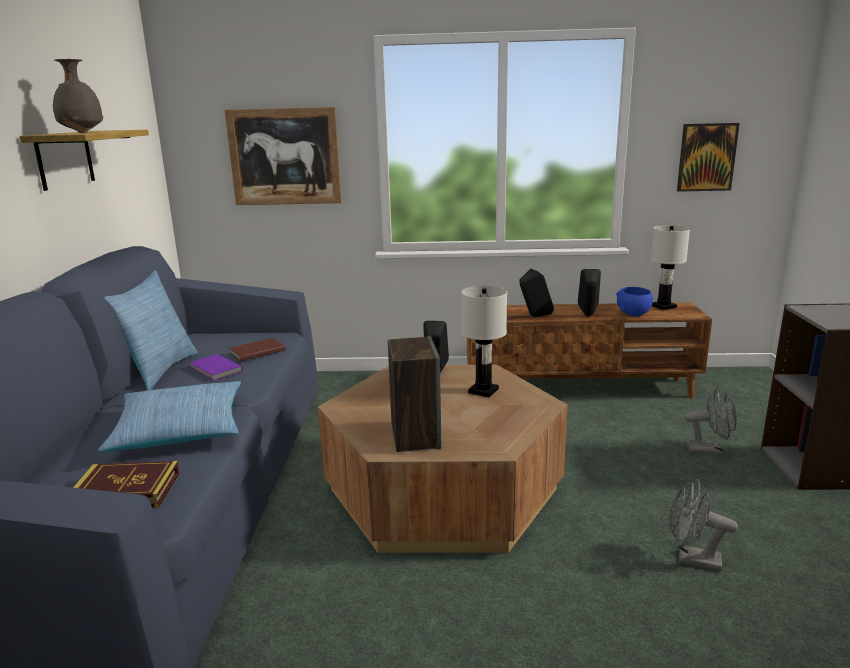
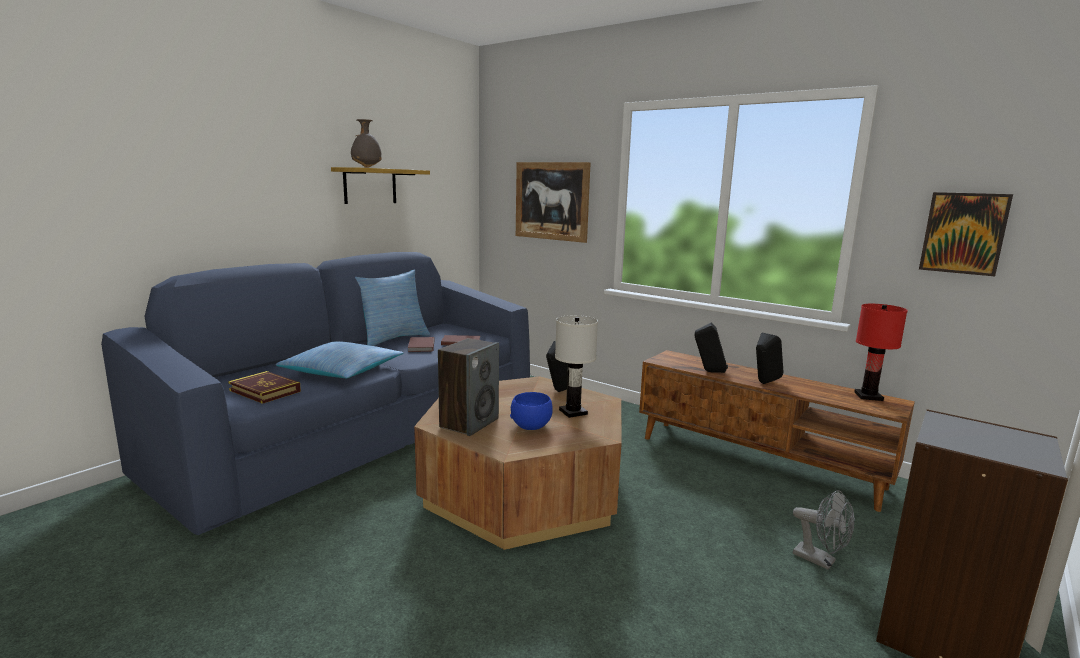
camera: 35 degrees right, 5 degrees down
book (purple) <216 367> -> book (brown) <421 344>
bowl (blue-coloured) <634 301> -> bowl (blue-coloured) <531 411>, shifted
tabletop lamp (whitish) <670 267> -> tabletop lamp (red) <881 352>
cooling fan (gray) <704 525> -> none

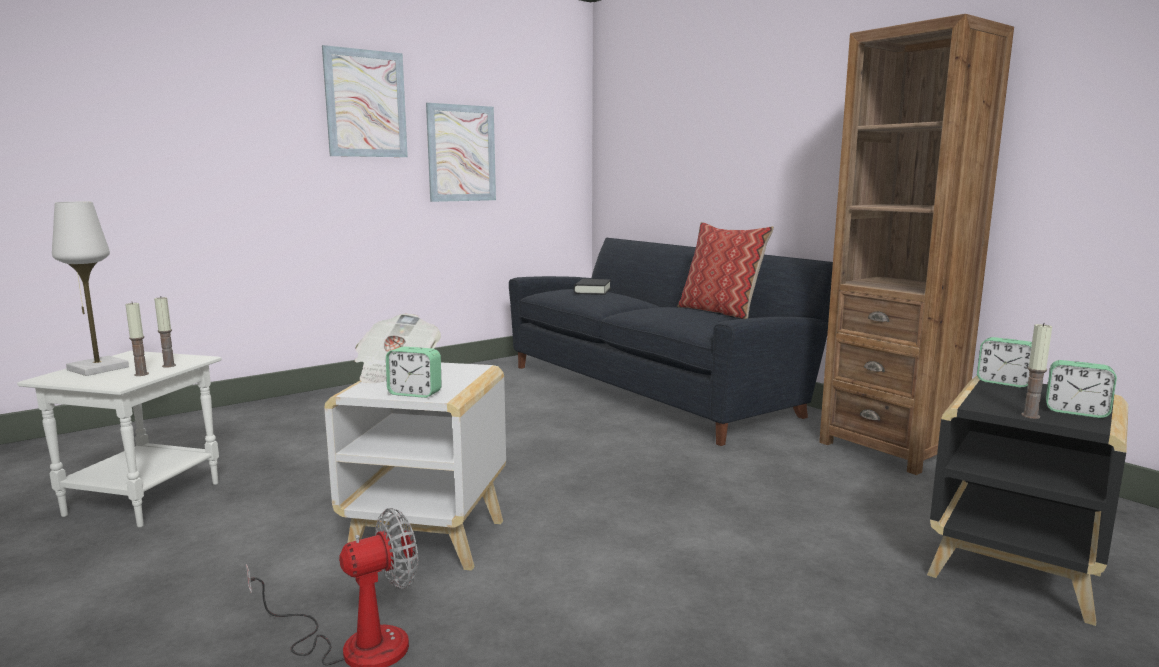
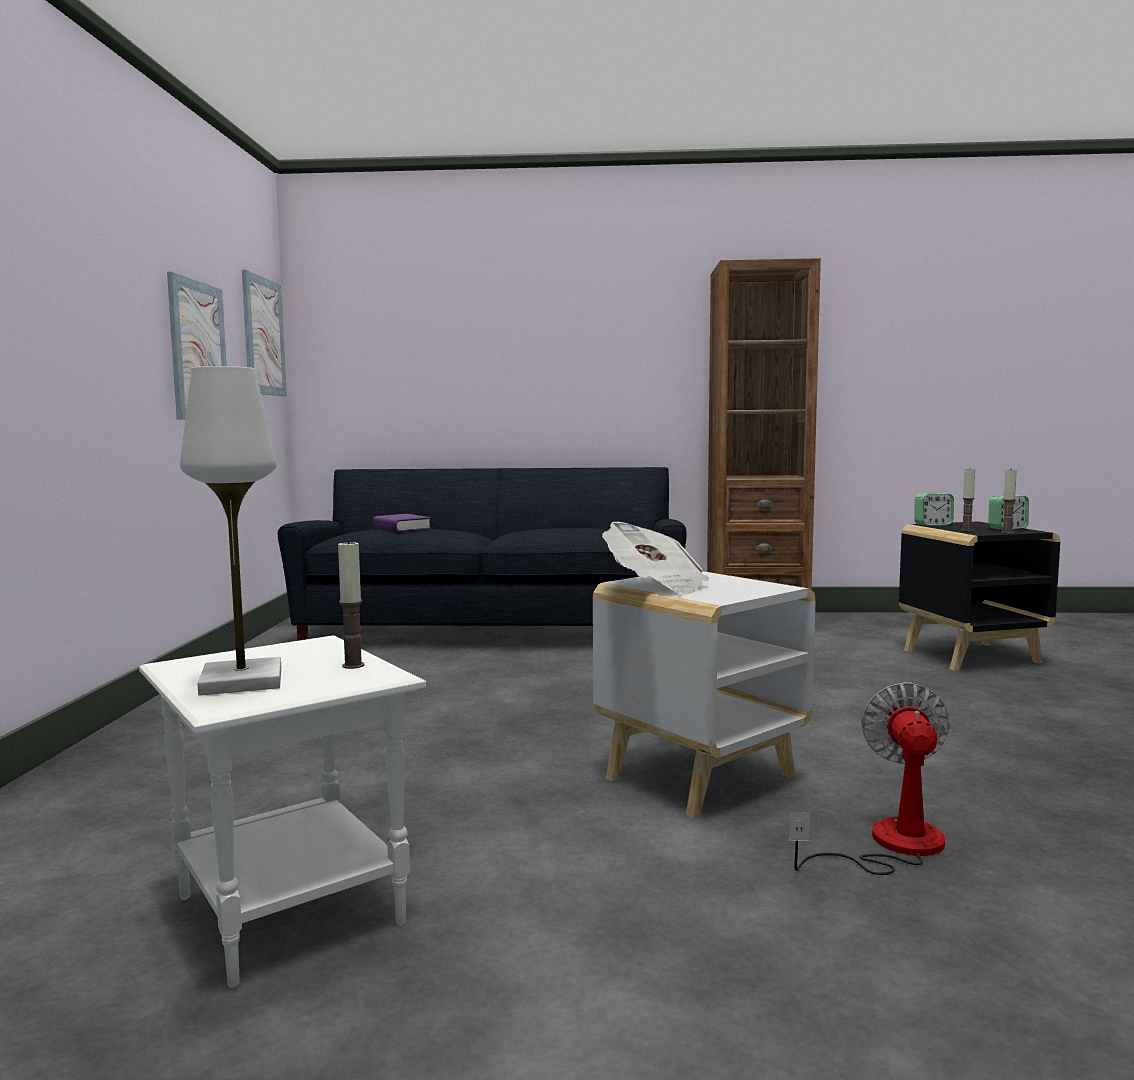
camera: 50 degrees left, 5 degrees down
candle <165 332> -> candle <968 500>, shifted
wall art <365 101> -> wall art <264 333>, shifted
bedside clock <414 372> -> none
book (black) <592 287> -> book (purple) <402 523>
pillow <725 270> -> none

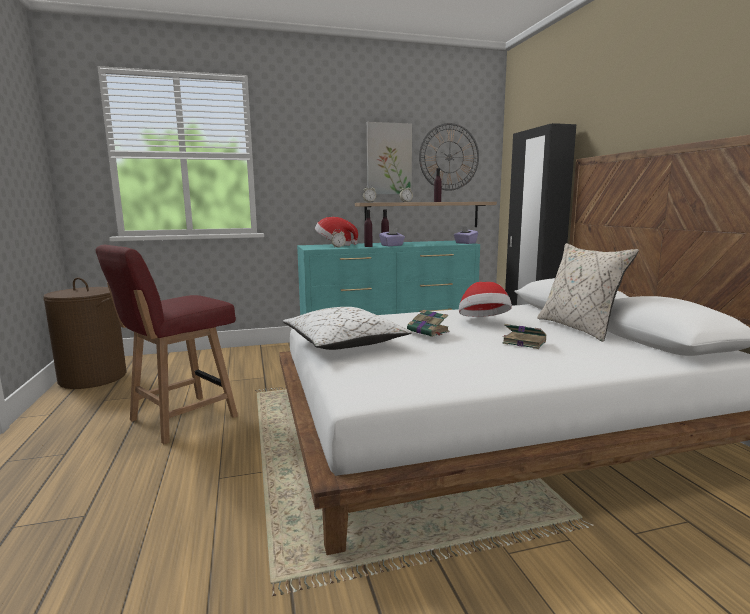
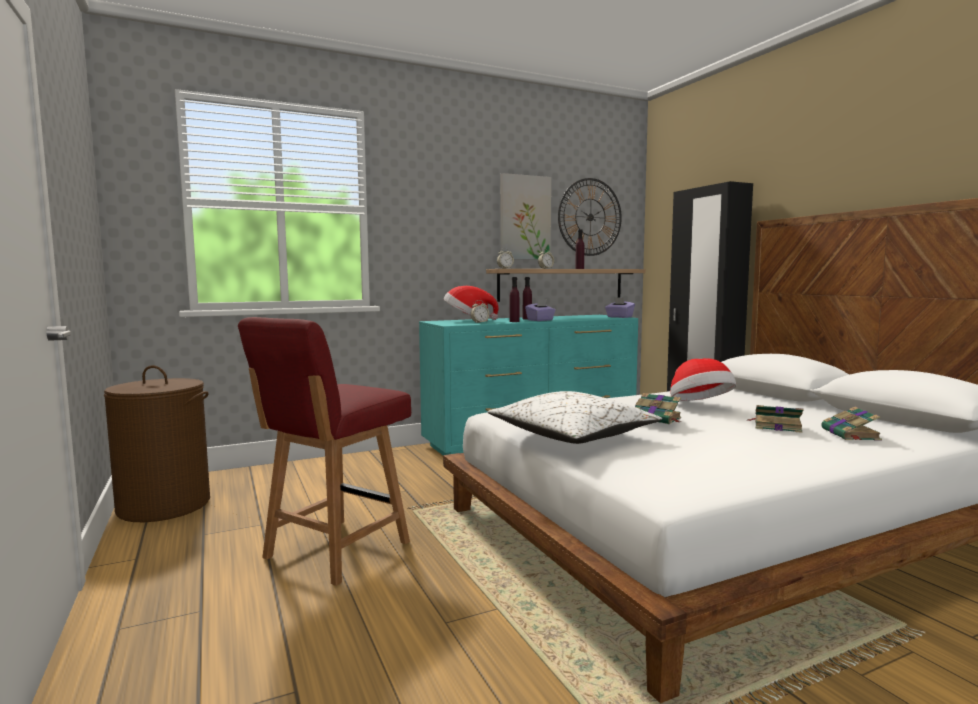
camera: 10 degrees left, 5 degrees down
pillow (beige-coloured) <588 292> -> none
none -> book <851 424>

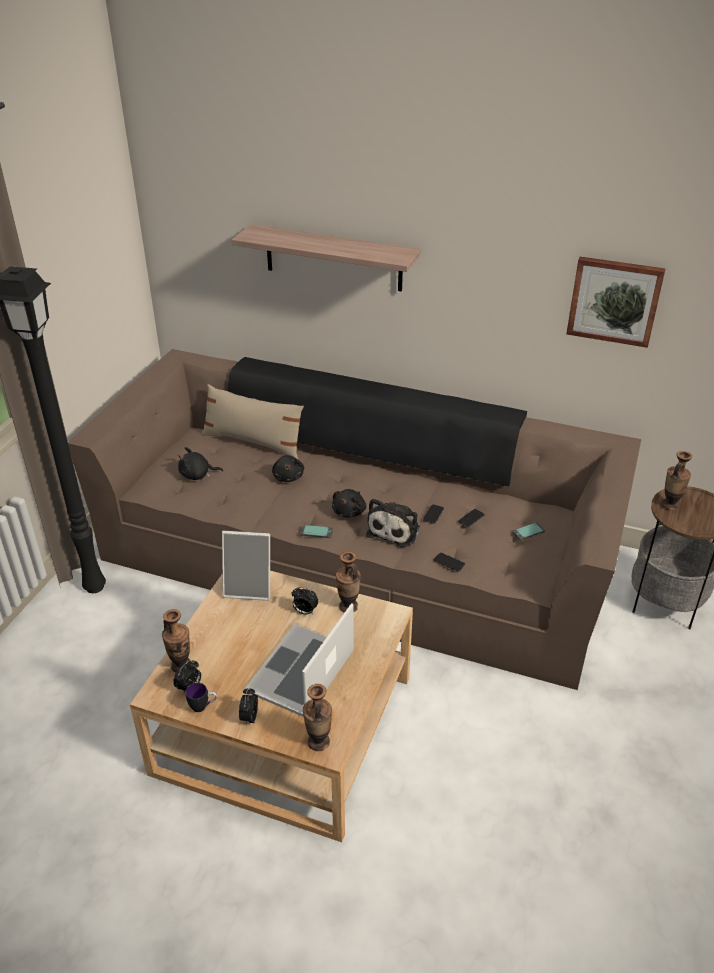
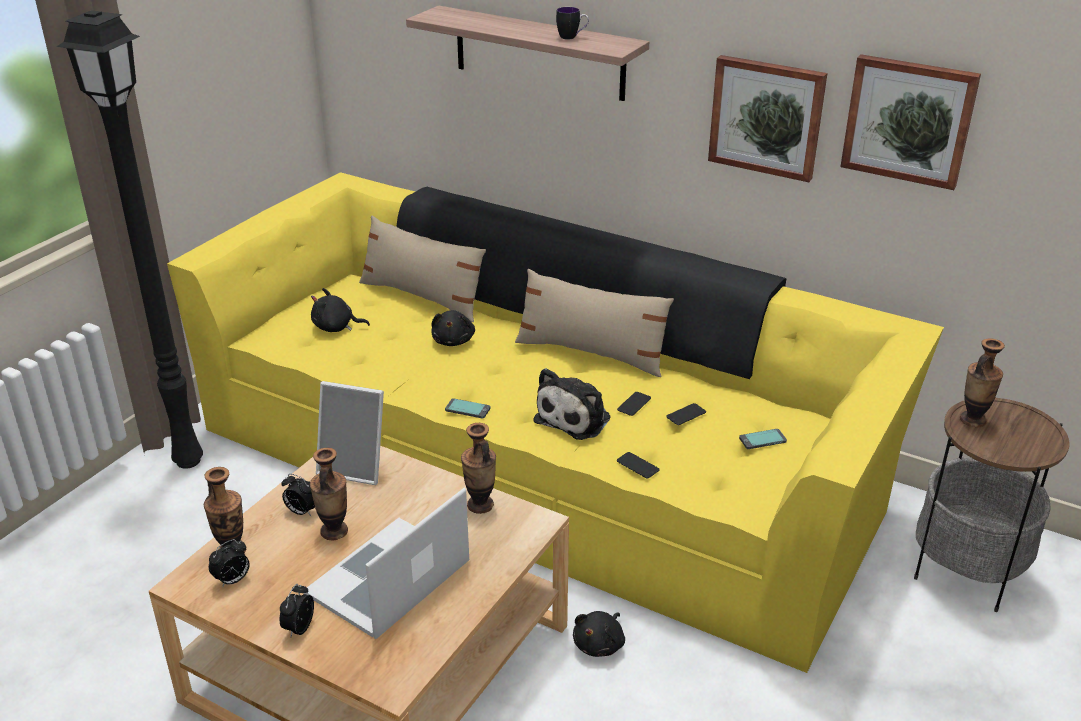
camera: 10 degrees right, 5 degrees down
settee (brown) <354 519> -> settee (yellow) <555 422>
coffee mug <201 697> -> coffee mug <572 23>, shifted
bedside clock <305 600> -> bedside clock <298 495>, shifted
vase <317 717> -> vase <329 494>, shifted
plush toy (black) <349 503> -> plush toy (black) <599 634>, shifted
none -> pillow (beige-coloured) <594 323>
none -> wall art <767 118>

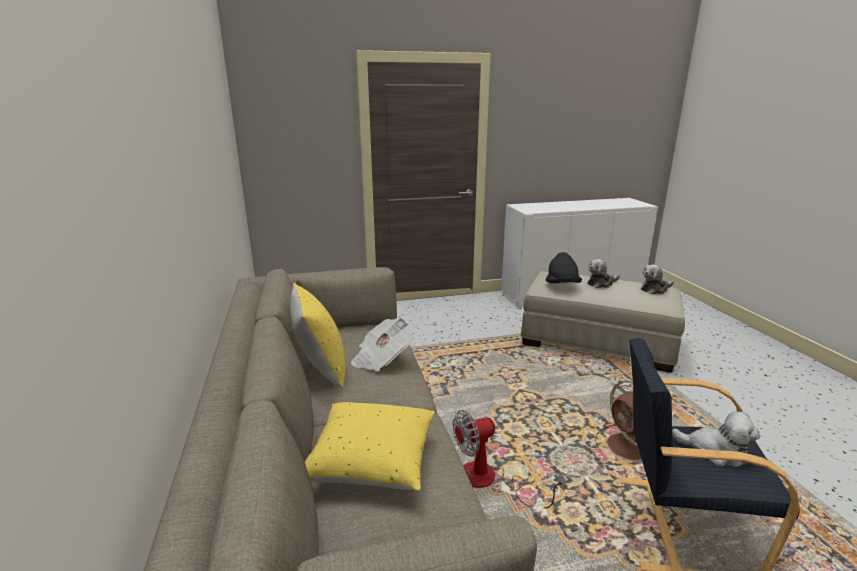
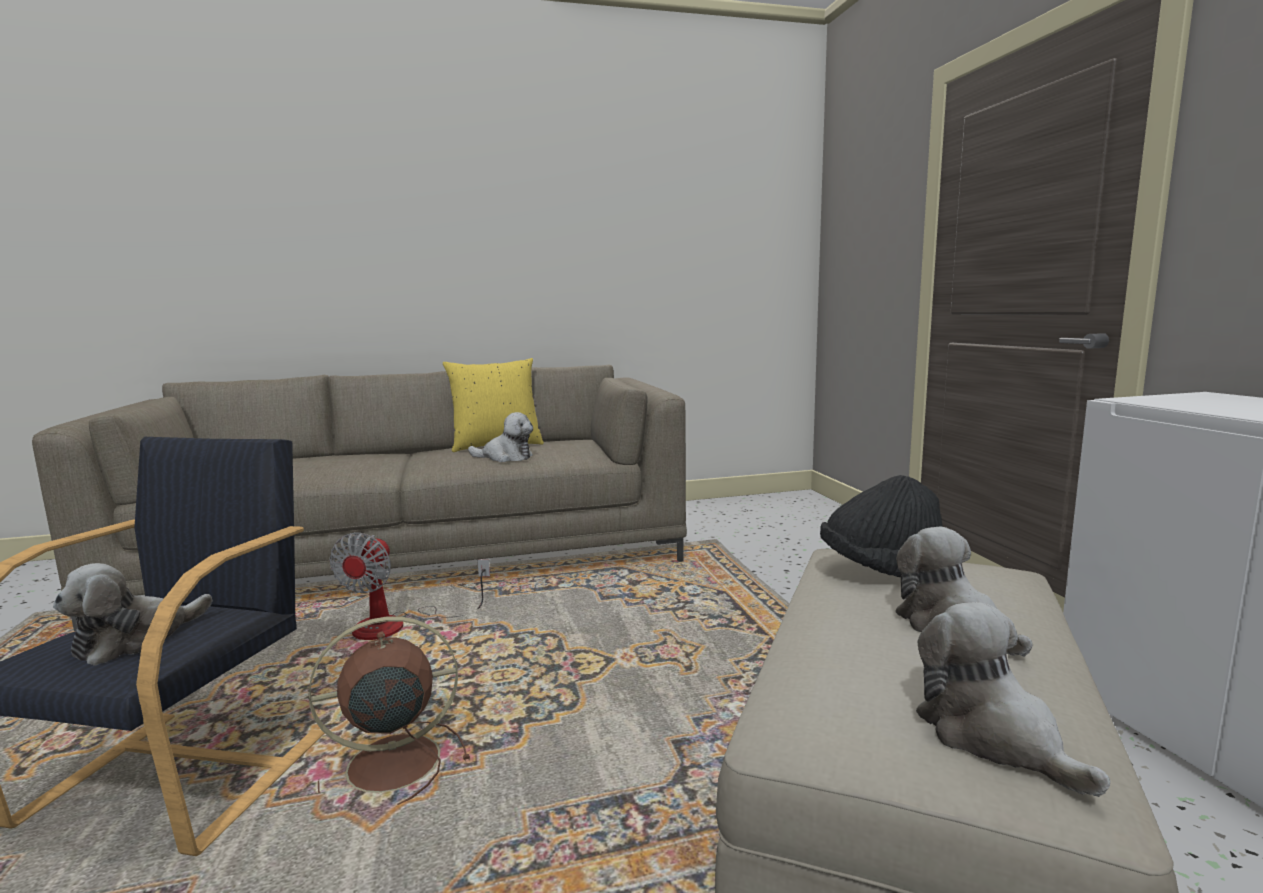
camera: 90 degrees right, 10 degrees down
pillow (yellow) <370 446> -> none
daily paper <382 344> -> plush toy <500 437>
cooling fan <509 459> -> cooling fan <410 586>, 150 degrees counterclockwise

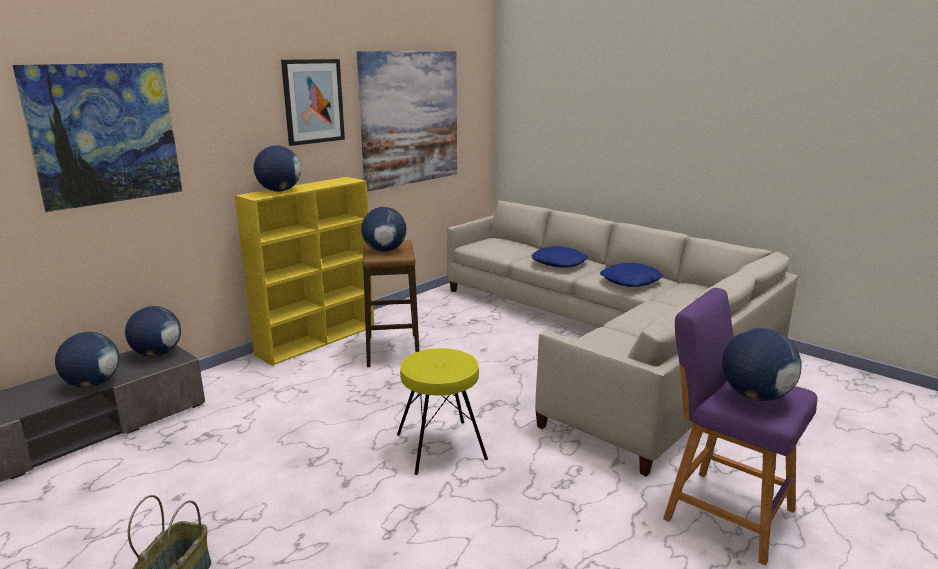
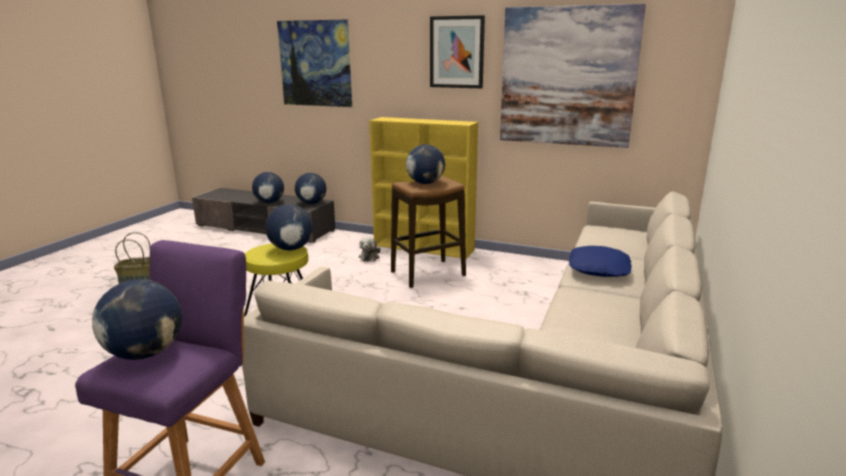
camera: 70 degrees right, 0 degrees up
globe <277 168> -> globe <289 227>, shifted
pillow (blue-coloured) <631 275> -> none
none -> plush toy <370 249>

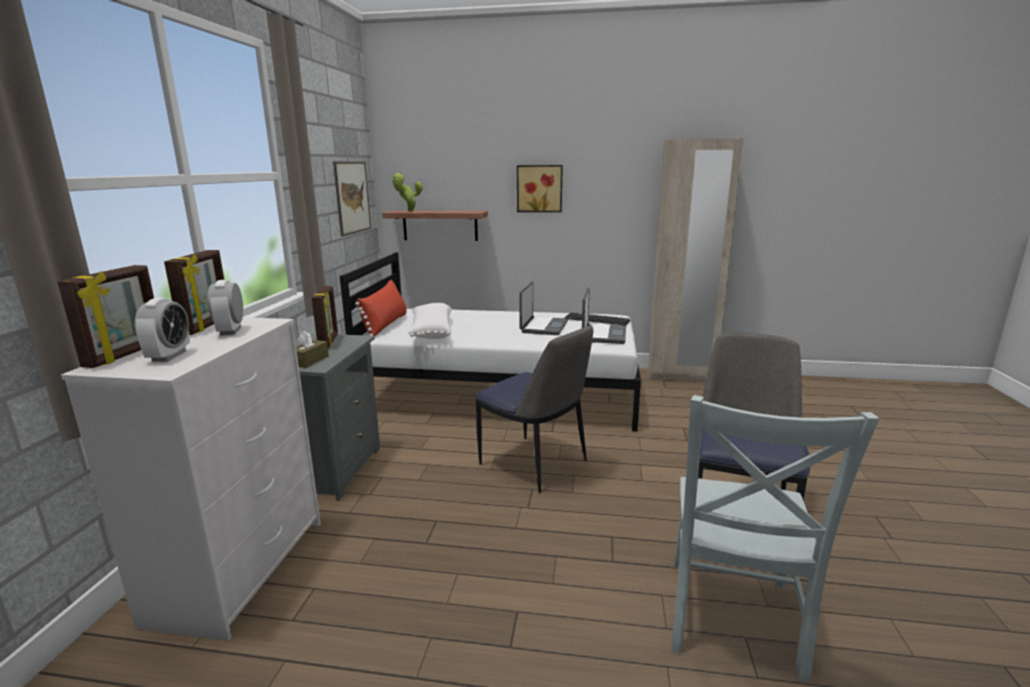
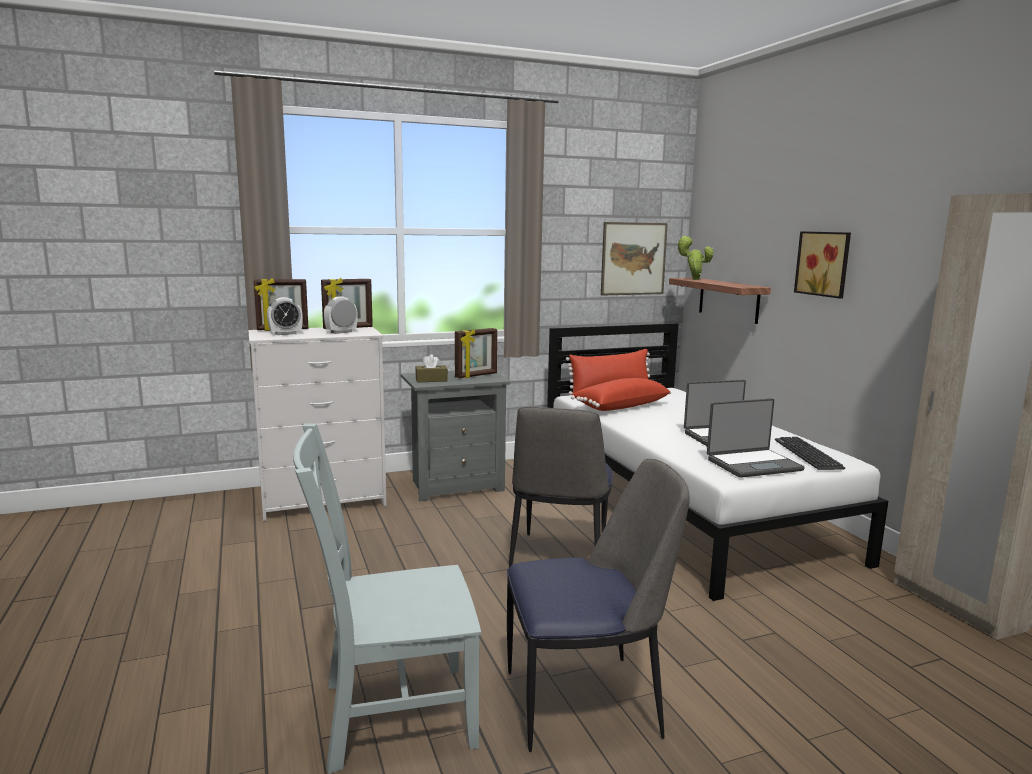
camera: 60 degrees right, 5 degrees down
pillow (whitish) <430 321> -> pillow (red) <621 394>

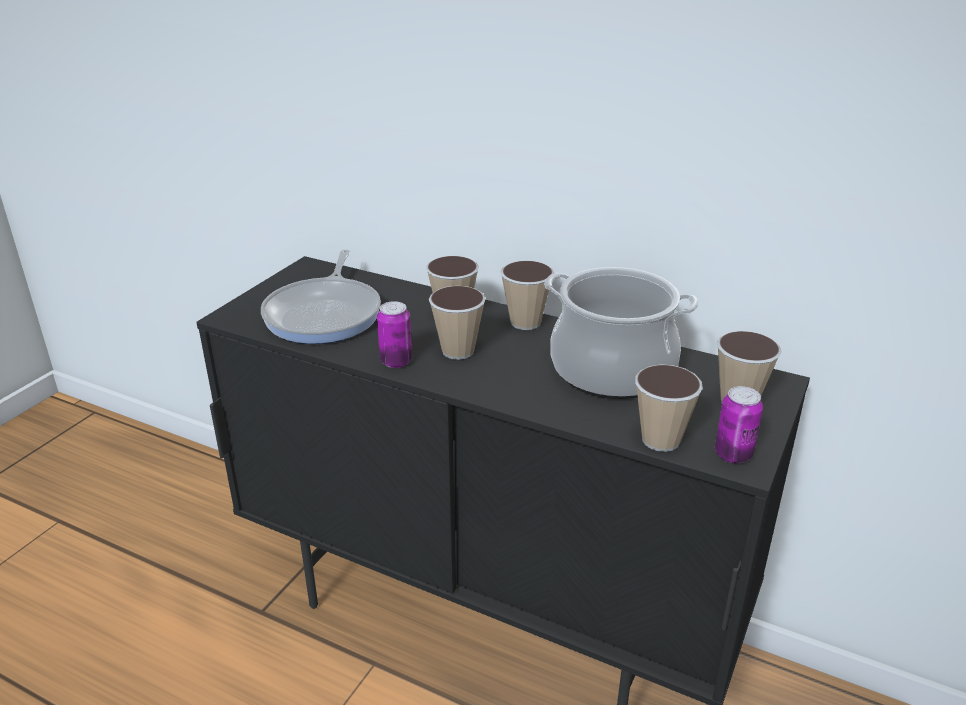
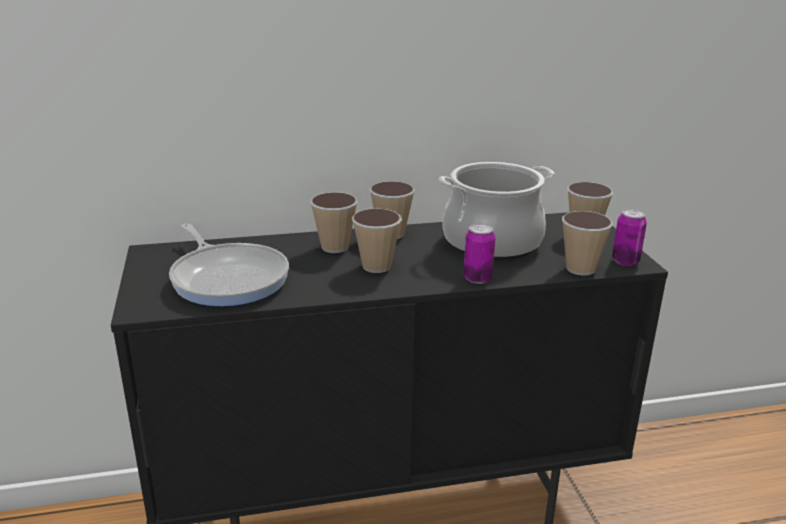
camera: 40 degrees left, 5 degrees down
can <394 334> -> can <479 254>, shifted

